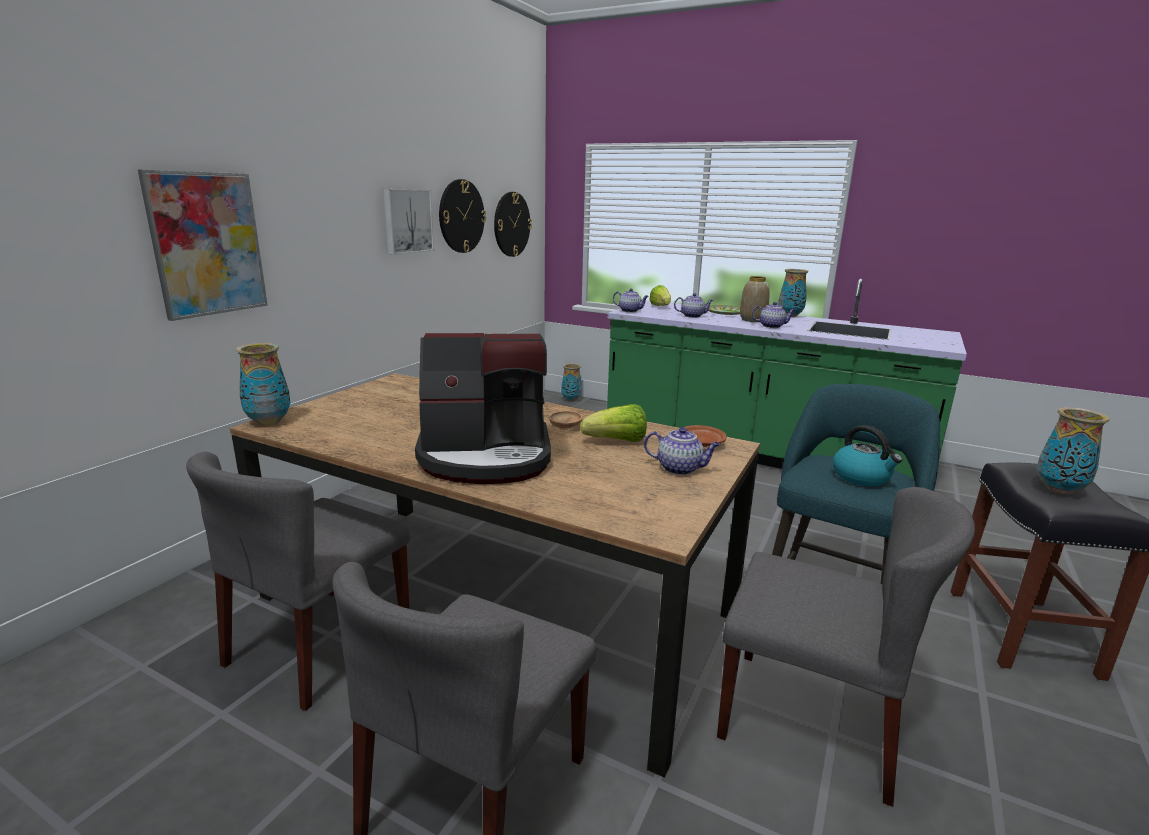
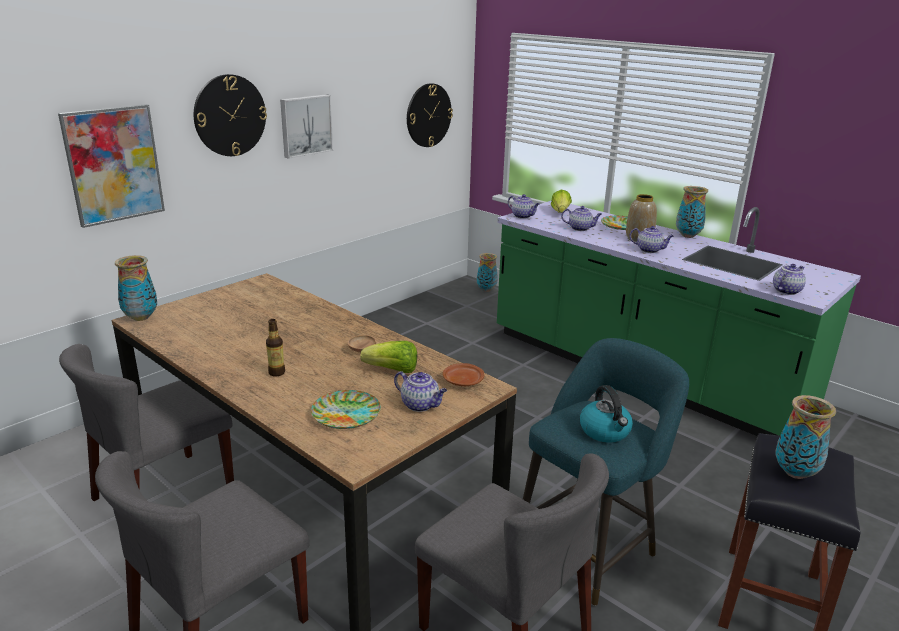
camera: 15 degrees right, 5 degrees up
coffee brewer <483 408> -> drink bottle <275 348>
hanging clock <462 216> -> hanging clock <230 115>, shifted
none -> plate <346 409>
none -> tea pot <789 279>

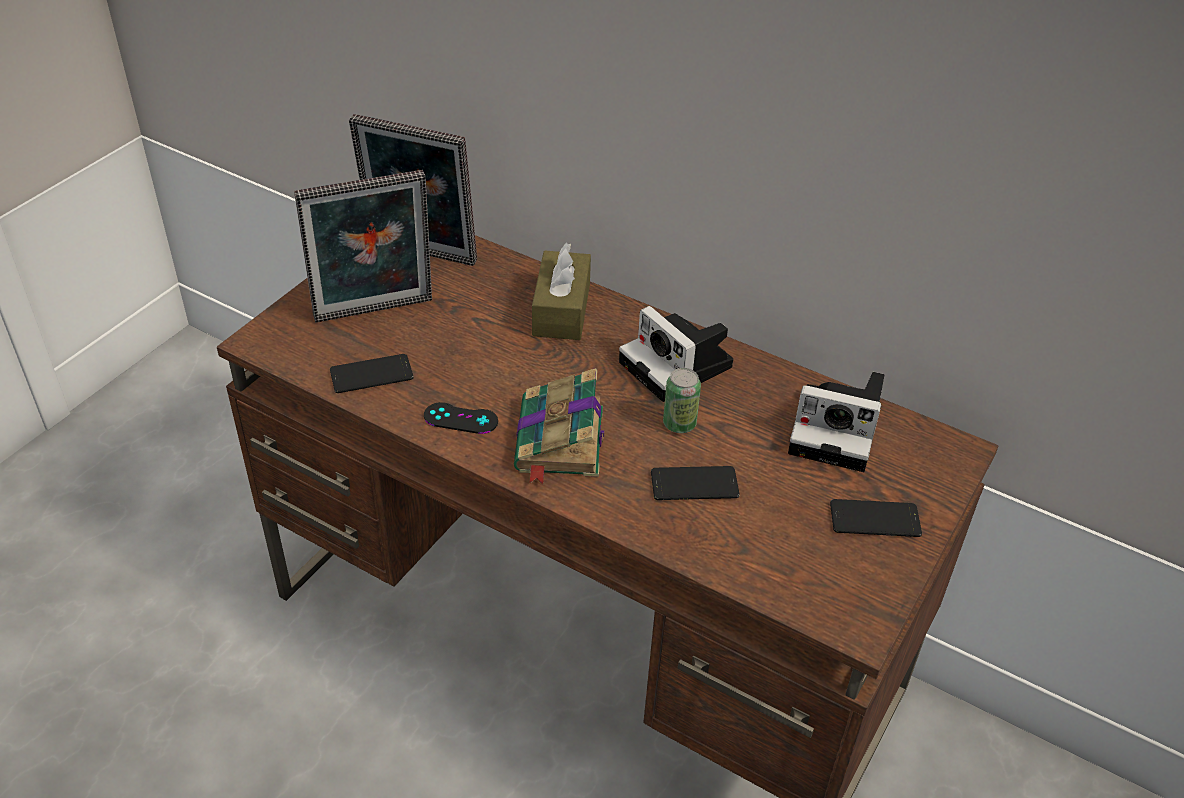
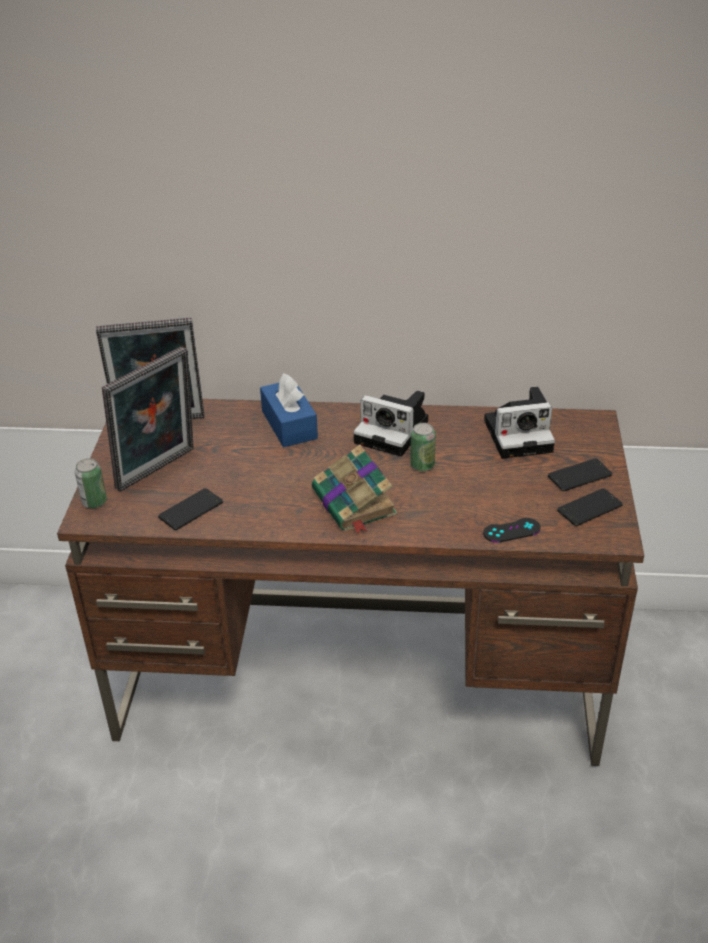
camera: 25 degrees left, 5 degrees down
game controller (black) <461 418> -> game controller (black) <511 530>, shifted
tissue holder (brown) <561 291> -> tissue holder (blue-coloured) <289 410>
telephone <695 483> -> telephone <590 507>, shifted
none -> can <91 483>

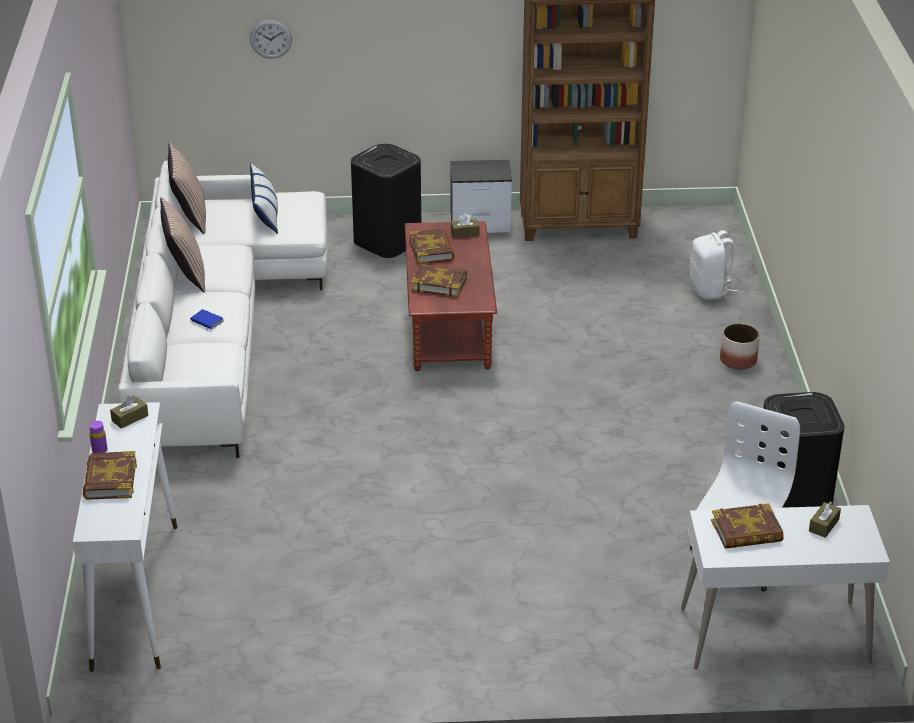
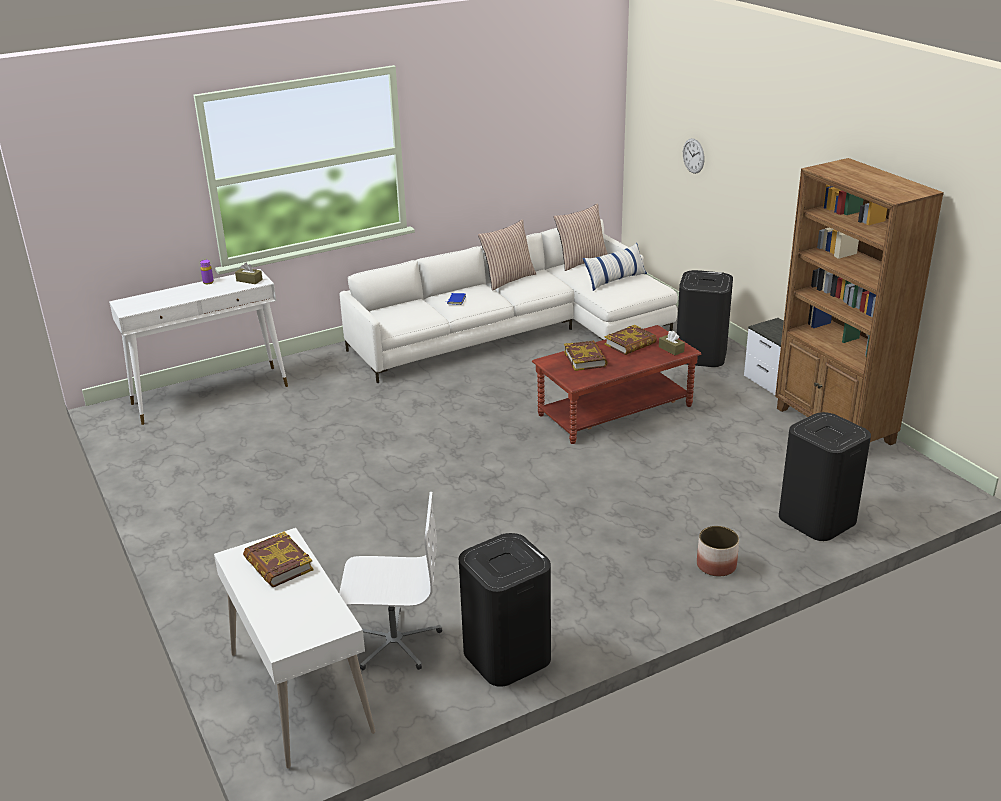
camera: 65 degrees right, 5 degrees down
book <110 475> -> none
knapsack (whitish) <713 265> -> rubbish bin (black) <825 476>
tissue holder (brown) <825 519> -> none

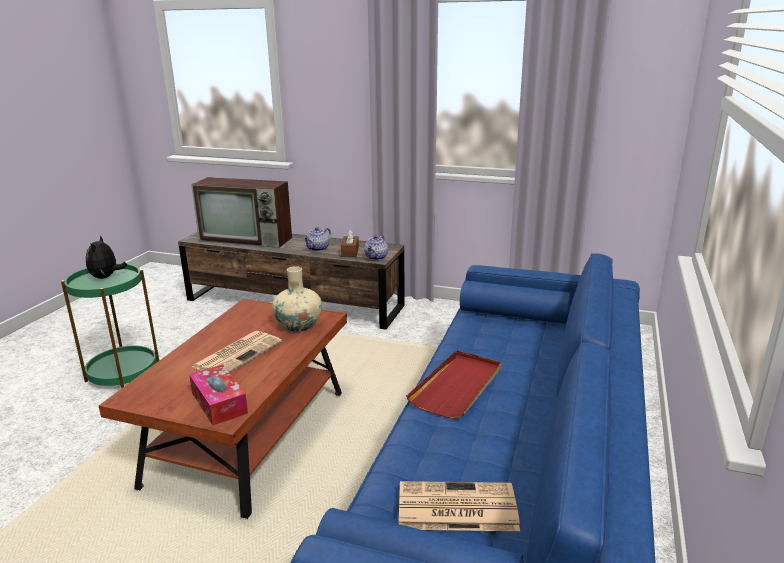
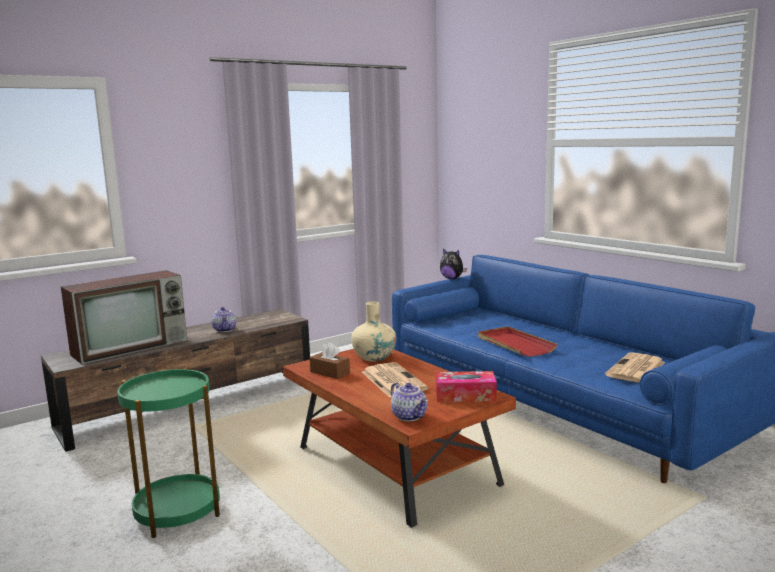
camera: 55 degrees left, 10 degrees down
plush toy <106 257> -> plush toy <453 264>, shifted
tissue holder (brown) <350 243> -> tissue holder (brown) <330 360>, shifted
tea pot <376 248> -> tea pot <409 402>, shifted

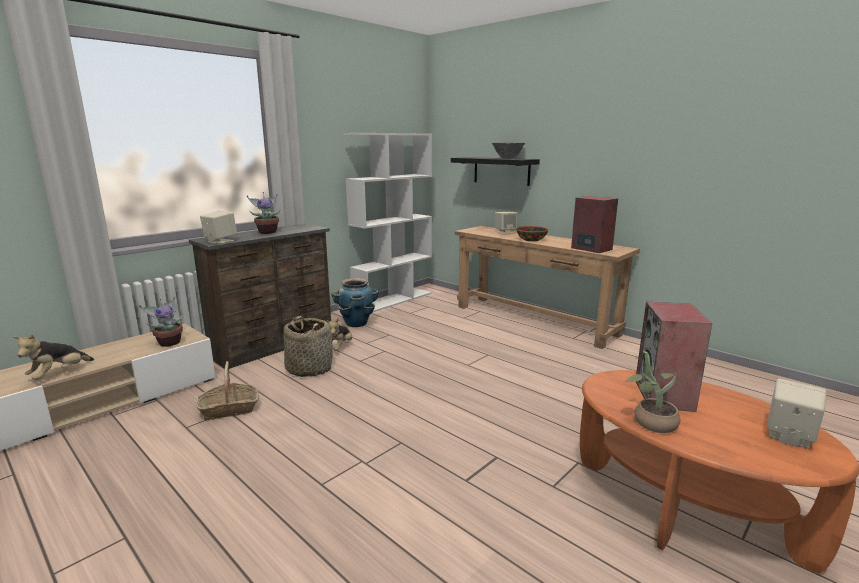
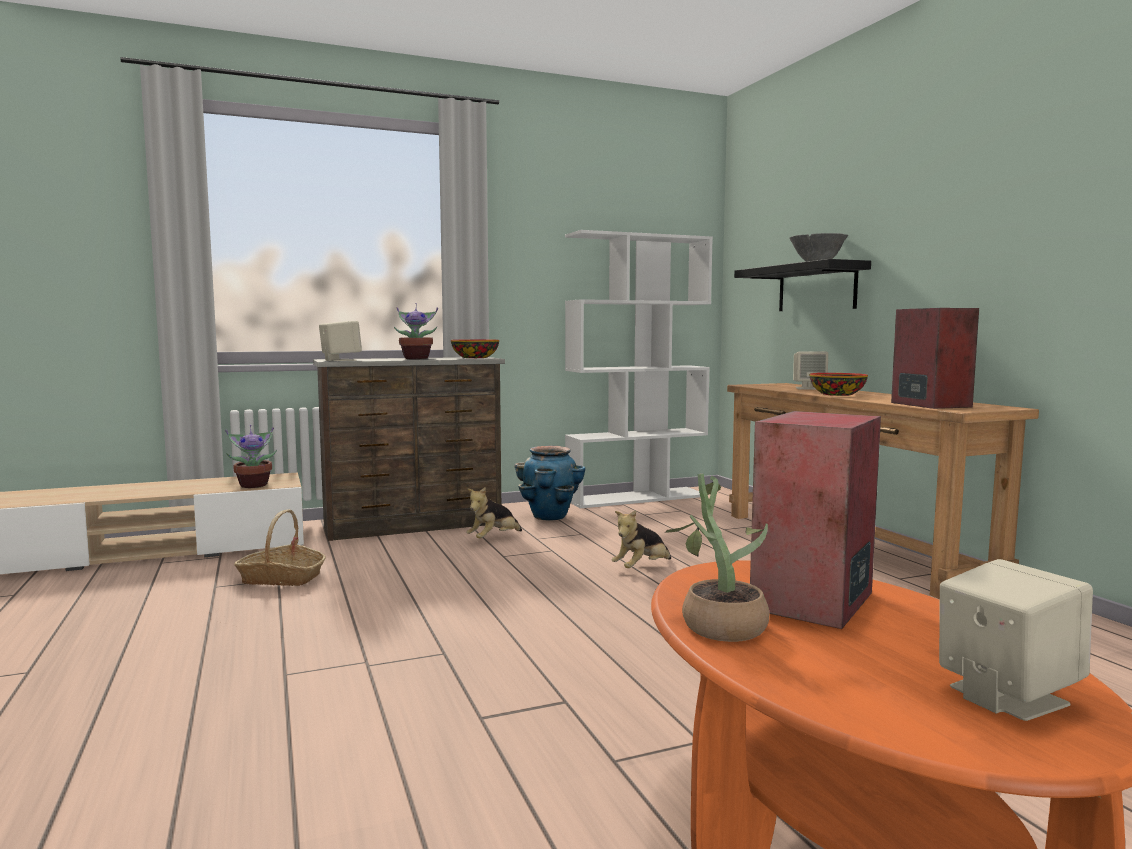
camera: 25 degrees right, 10 degrees down
plush toy <53 357> -> plush toy <641 539>, shifted
storage basket <307 346> -> none
none -> bowl <475 348>

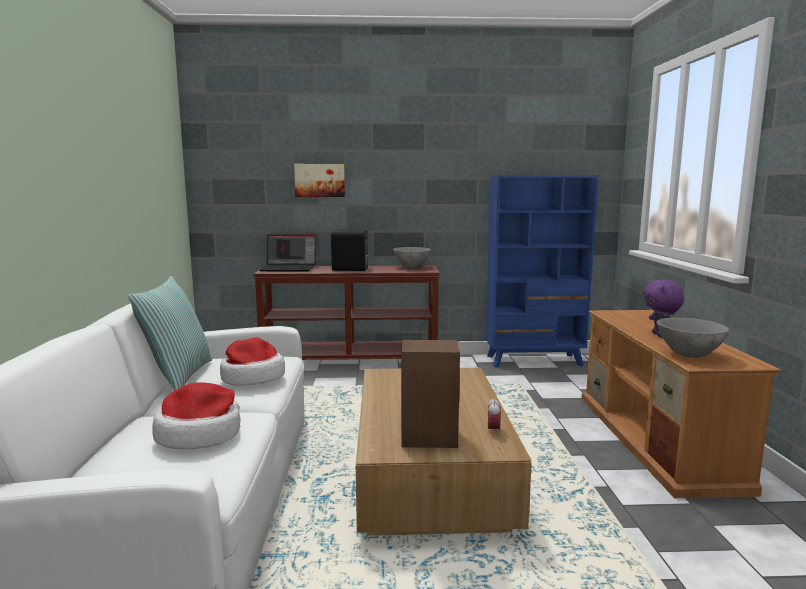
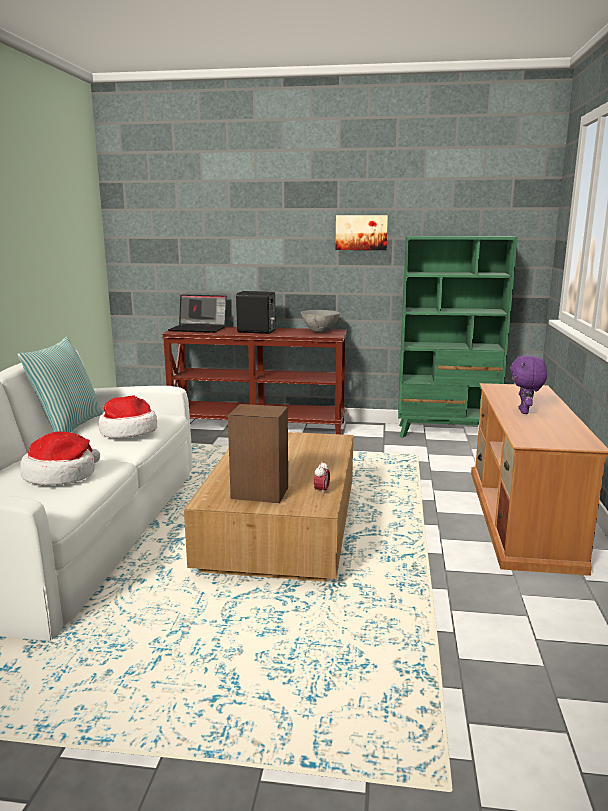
camera: 10 degrees right, 5 degrees up
wall art <319 180> -> wall art <361 232>, shifted
bookshelf (blue-coloured) <542 271> -> bookshelf (greenish) <458 337>
bowl (gray) <693 338> -> none

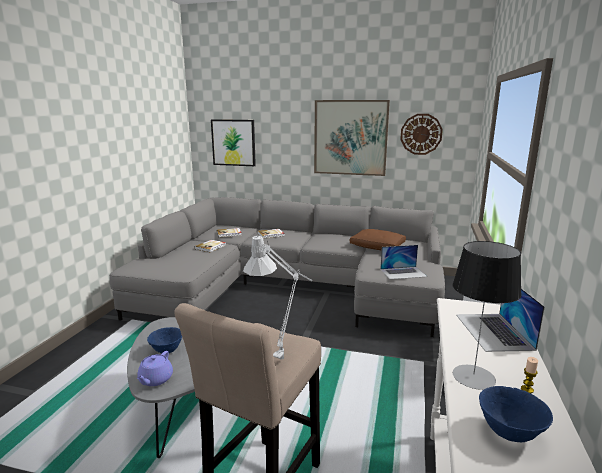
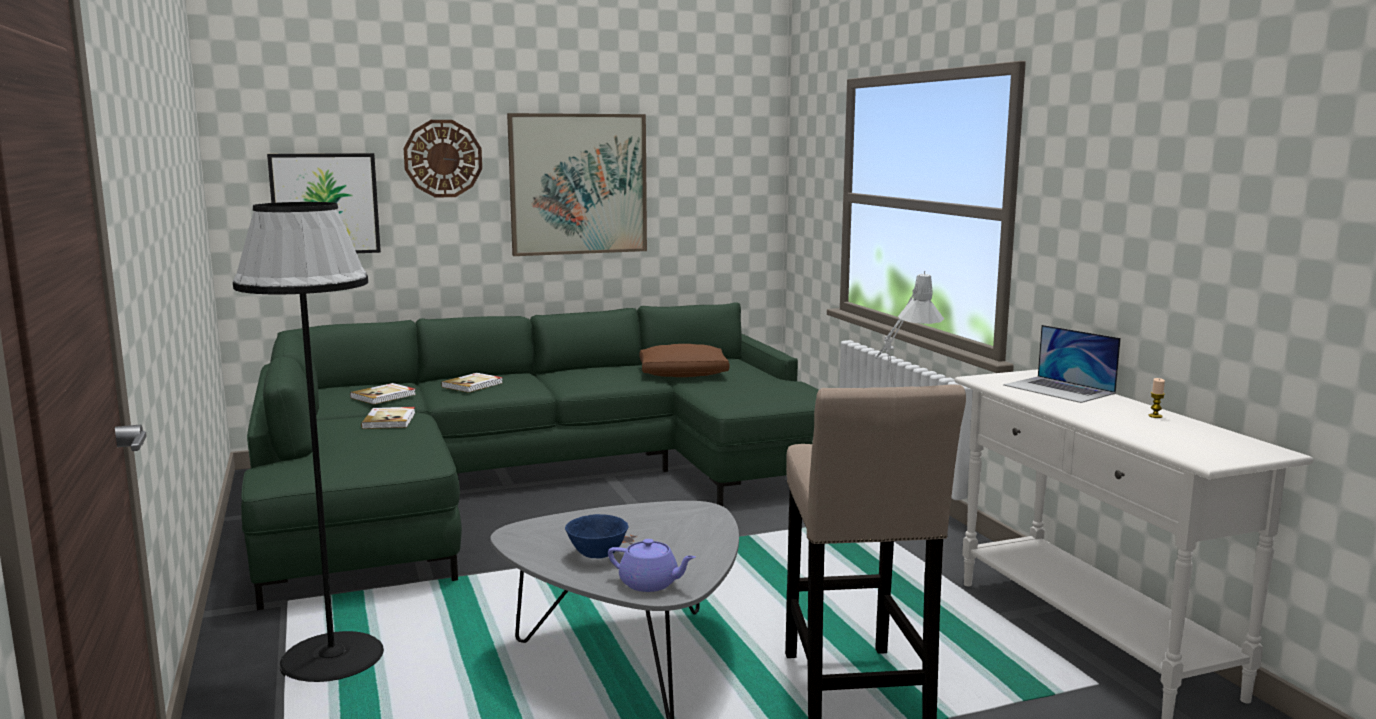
camera: 35 degrees left, 5 degrees down
settee (gray) <277 267> -> settee (greenish) <530 456>
tea pot (purple) <155 368> -> tea pot (purple) <652 565>, 45 degrees counterclockwise
notebook computer <403 262> -> none
hanging clock <421 134> -> hanging clock <443 159>, shifted
tabletop lamp <487 315> -> none
bowl (blue-coloured) <516 414> -> none
none -> standard lamp (black) <308 442>

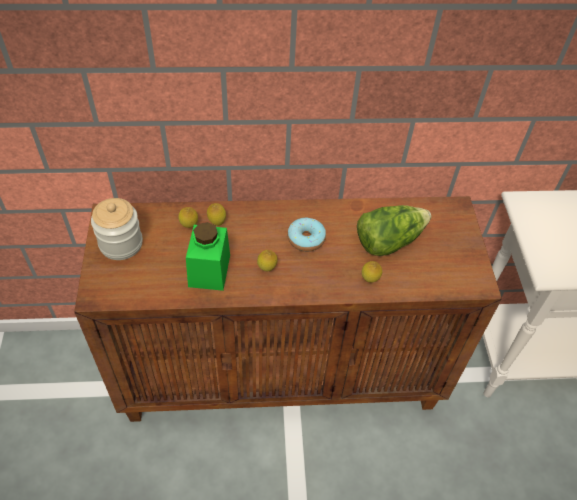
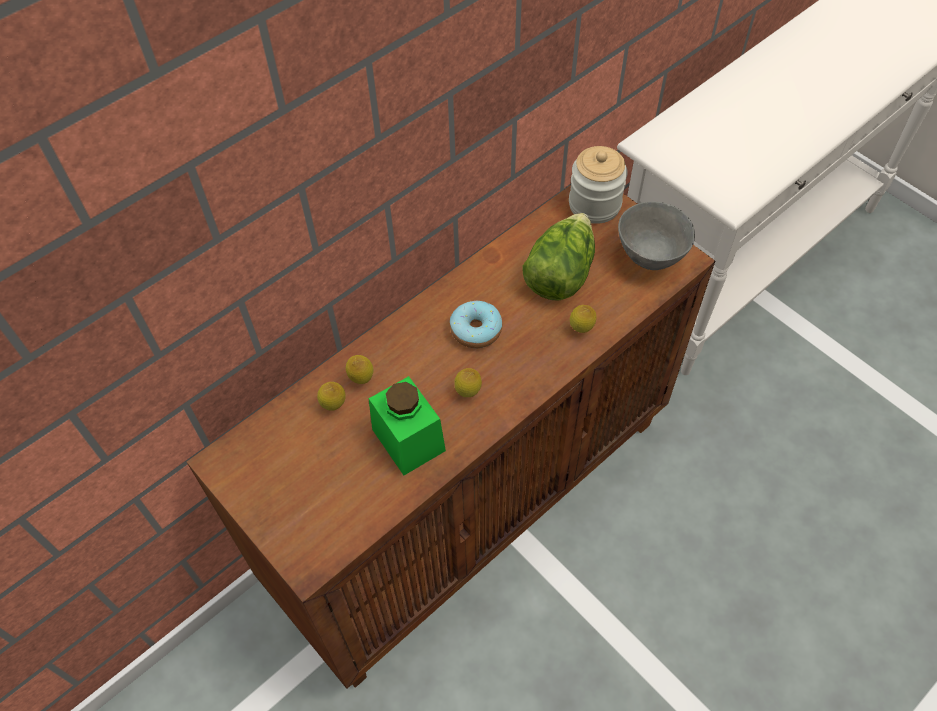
camera: 35 degrees left, 5 degrees up
preserve jar <117 229> -> preserve jar <598 185>, shifted
none -> bowl (gray) <656 236>

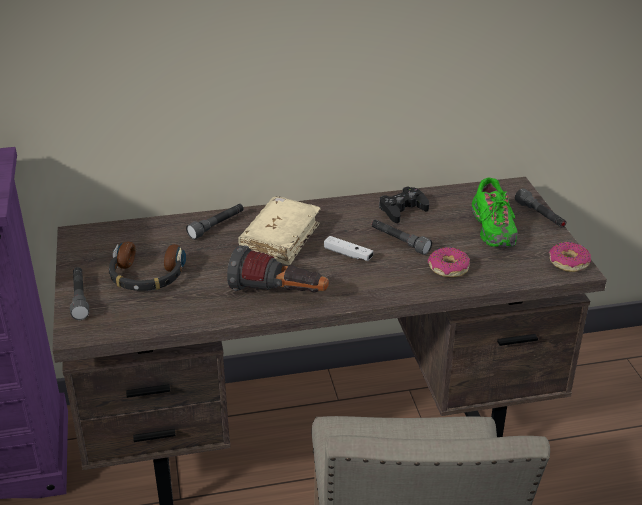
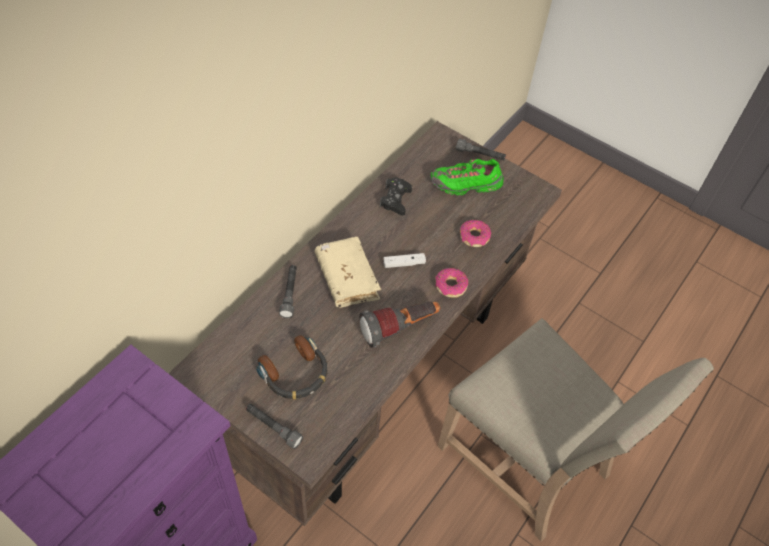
camera: 45 degrees left, 20 degrees up
torch (gray) <402 237> -> none
item of footwear (greenish) <495 212> -> item of footwear (greenish) <467 177>, 135 degrees clockwise
donut <570 257> -> donut <452 283>, shifted

